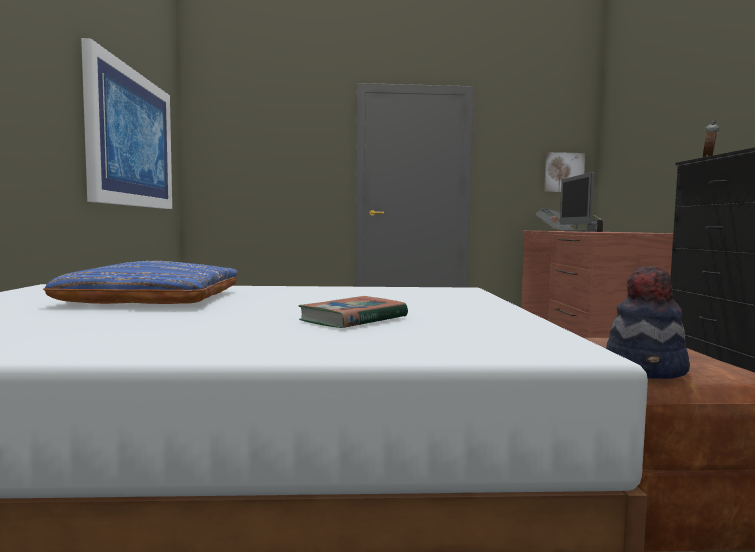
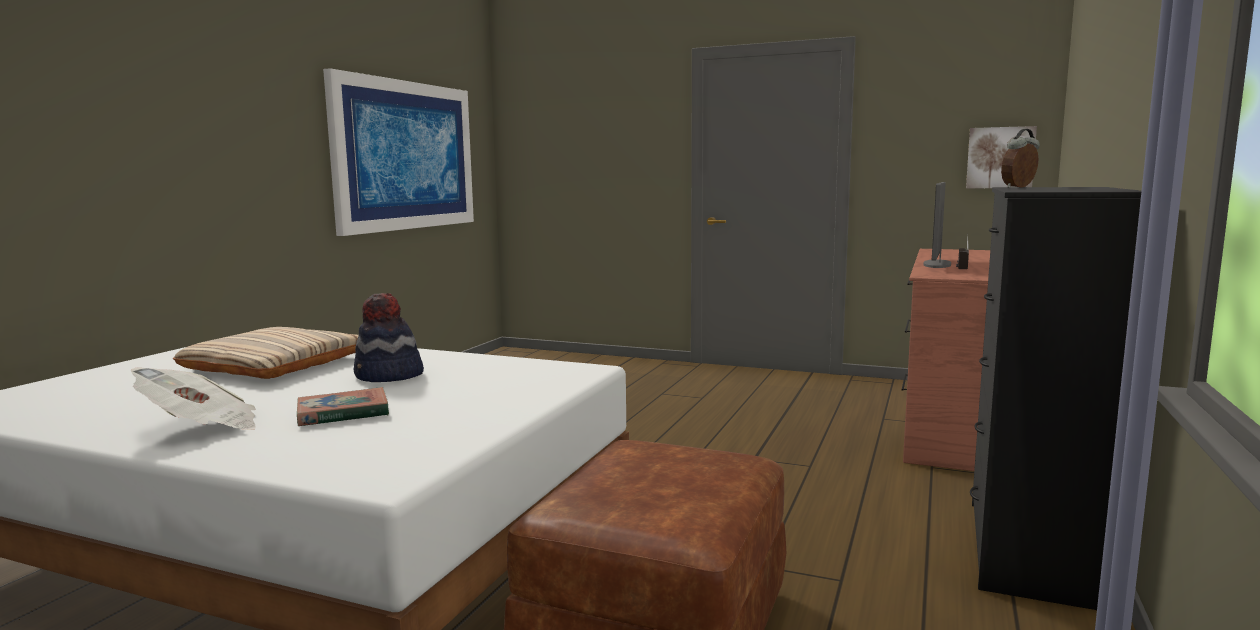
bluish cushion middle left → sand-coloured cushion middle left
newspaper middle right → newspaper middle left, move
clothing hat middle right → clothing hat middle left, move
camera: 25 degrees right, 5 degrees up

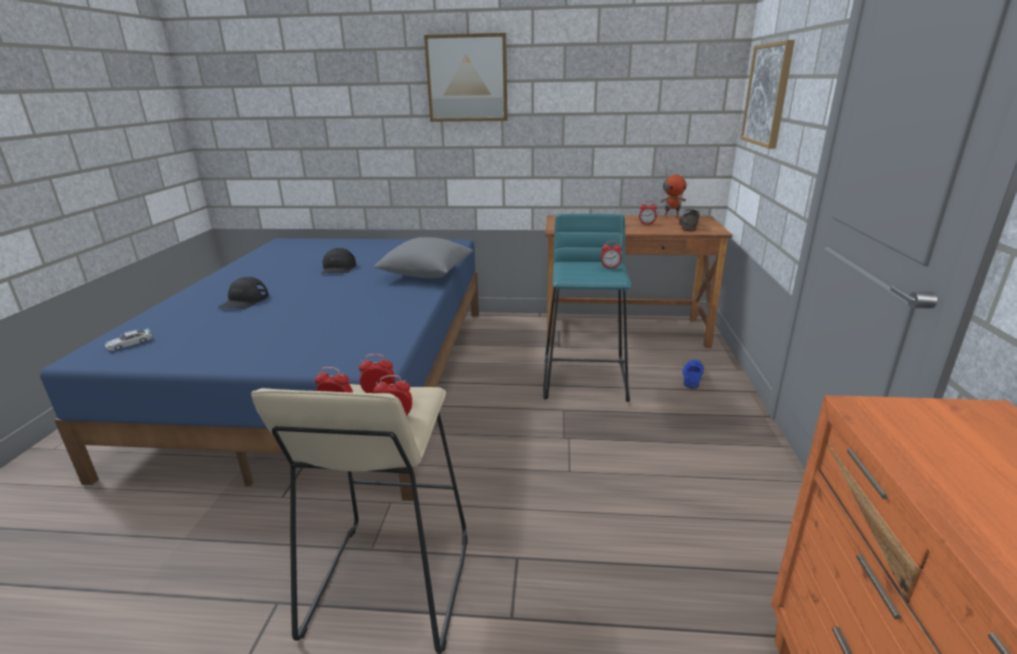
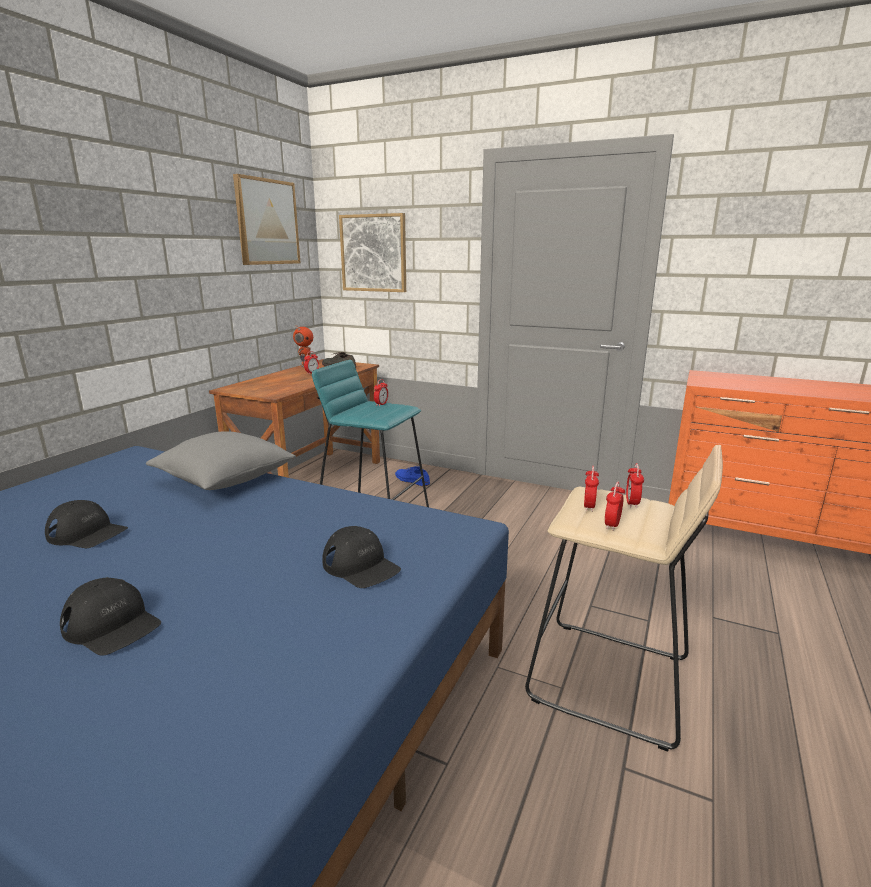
toy car middle left → -
picture (1st from left) top centre → picture (1st from left) top left, move
- → blackish cap (3rd from left) centre
camera: 70 degrees left, 5 degrees down

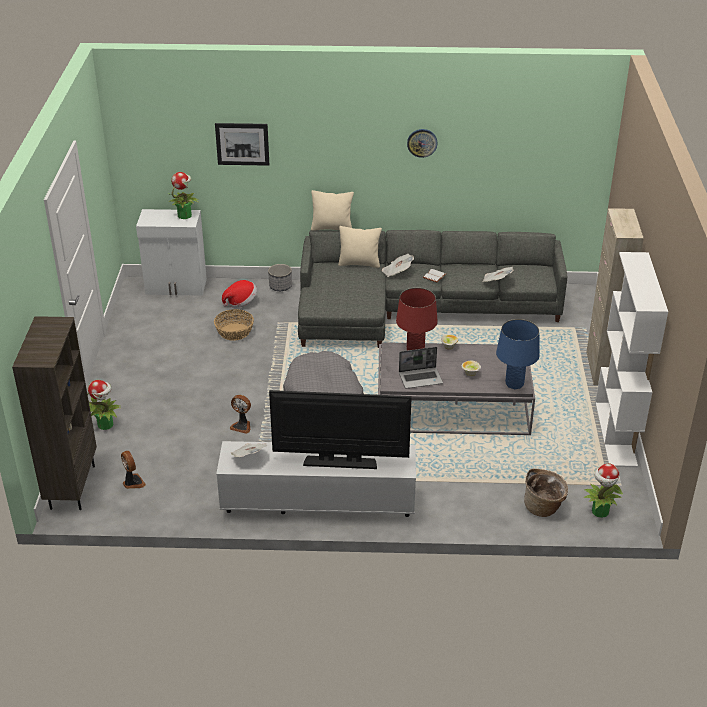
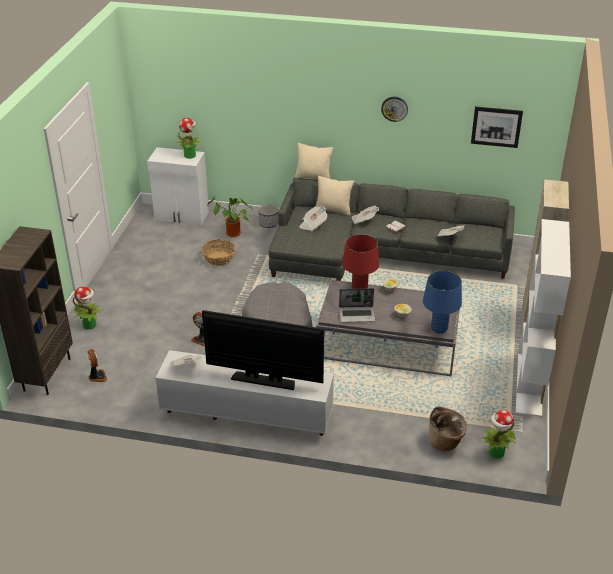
picture top centre → picture top right, move
clothing hat centre → potted plant (3rd from left) centre
- → newspaper (2nd from left) centre
camera: 10 degrees right, 0 degrees up

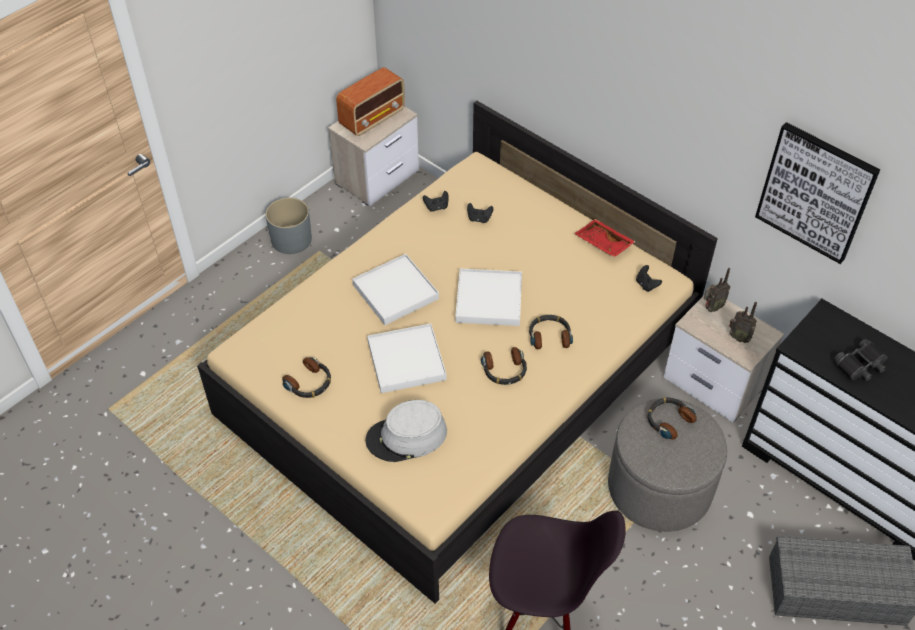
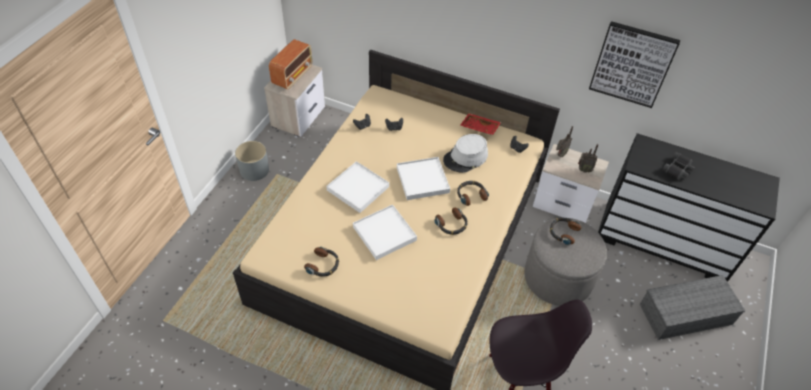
greyish clothing hat bottom centre → greyish clothing hat centre, move
camera: 20 degrees left, 0 degrees up

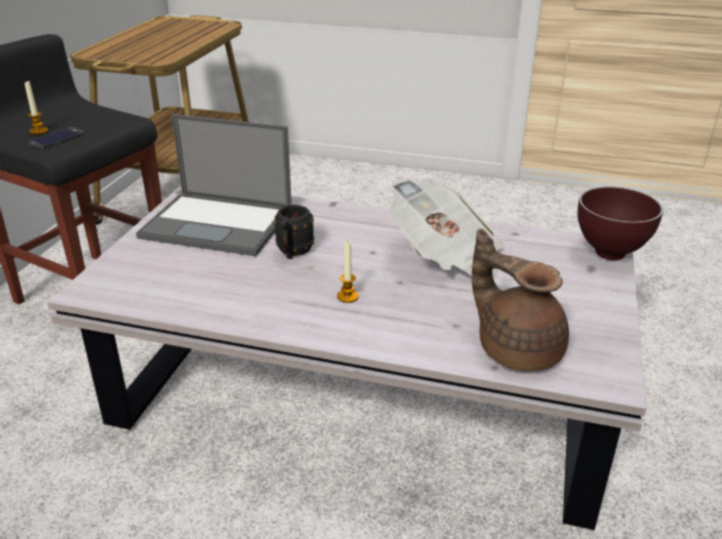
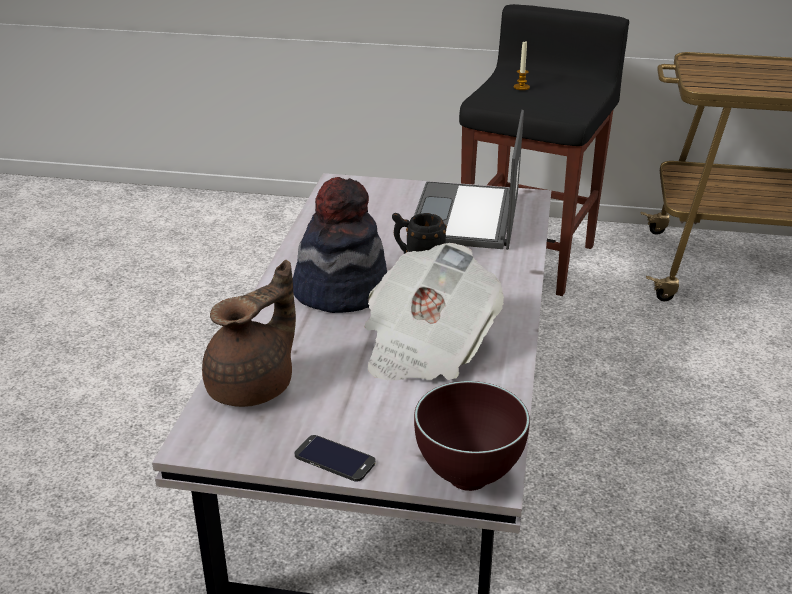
handset top left → handset bottom centre, move
wax light (2nd from left) centre → clothing hat centre
camera: 85 degrees right, 0 degrees up

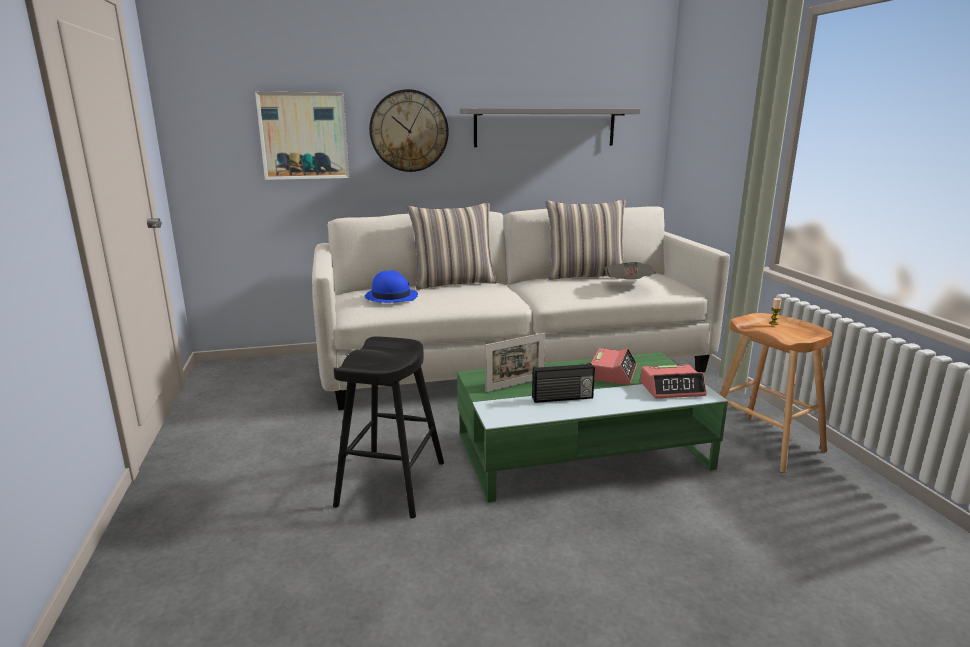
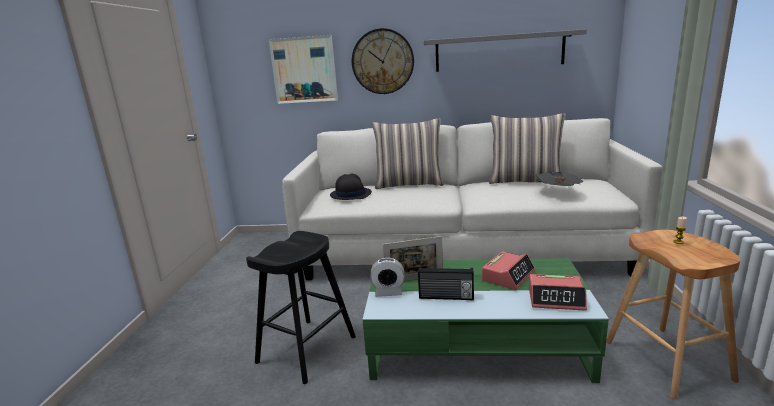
bluish clothing hat centre → blackish clothing hat centre
- → alarm clock (1st from left) bottom centre
camera: 20 degrees right, 0 degrees up

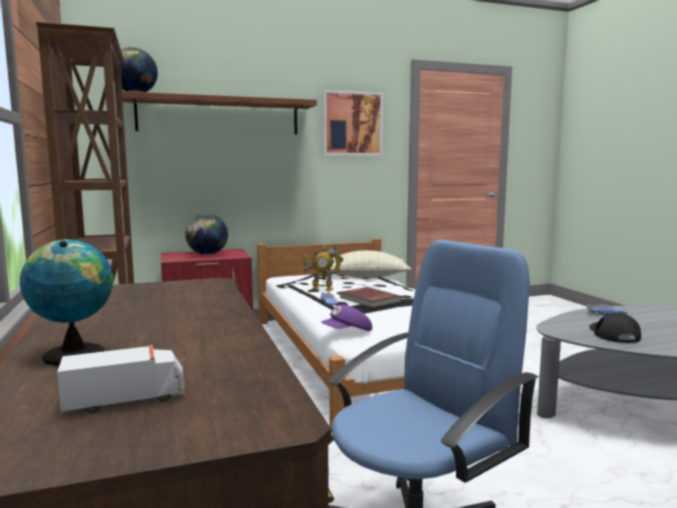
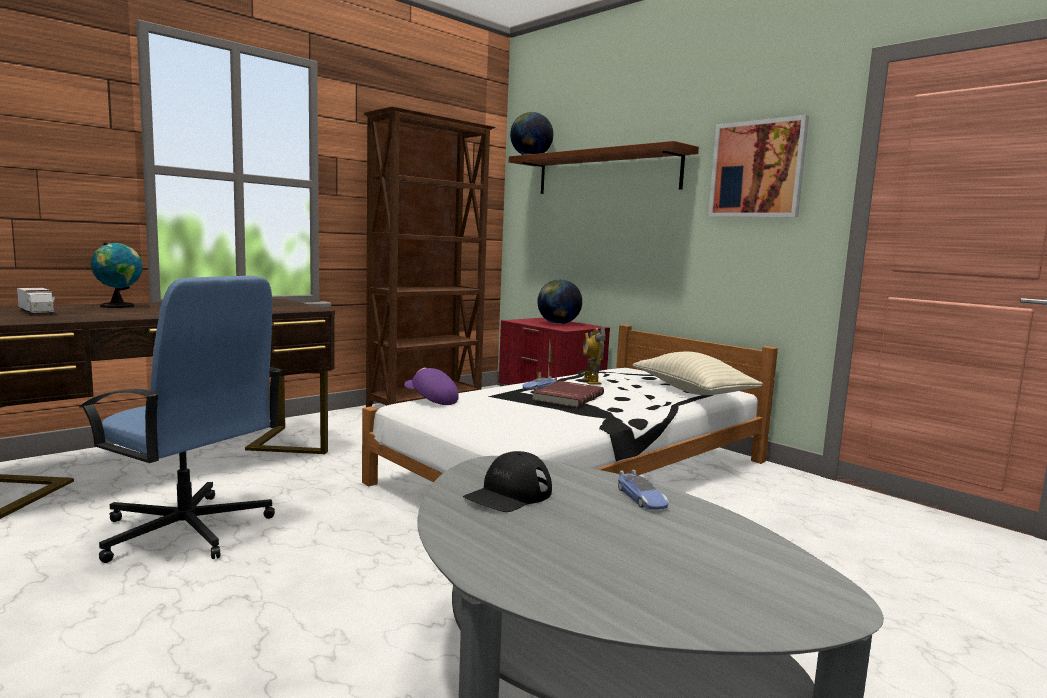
blackish cap middle right → blackish cap bottom centre, 150 degrees clockwise
camera: 65 degrees right, 0 degrees up

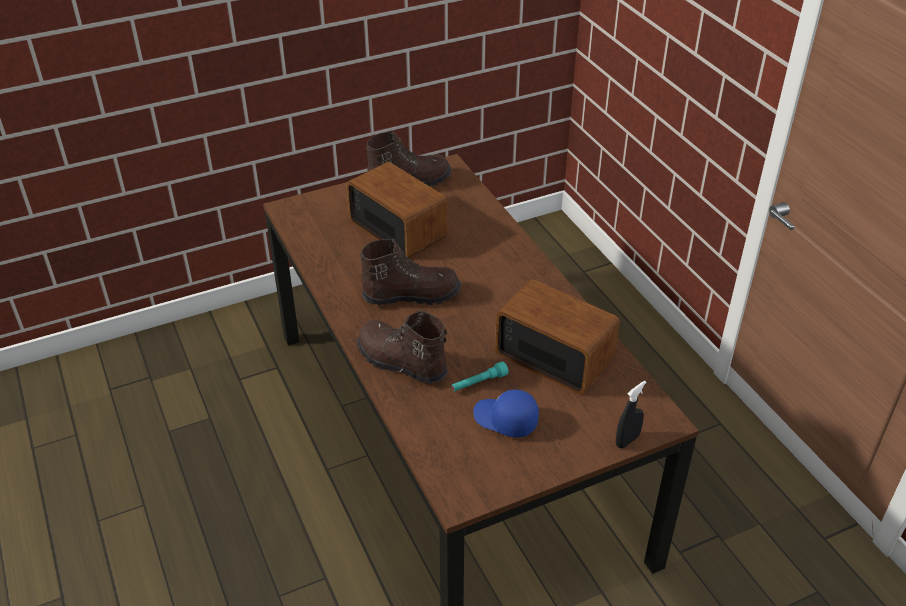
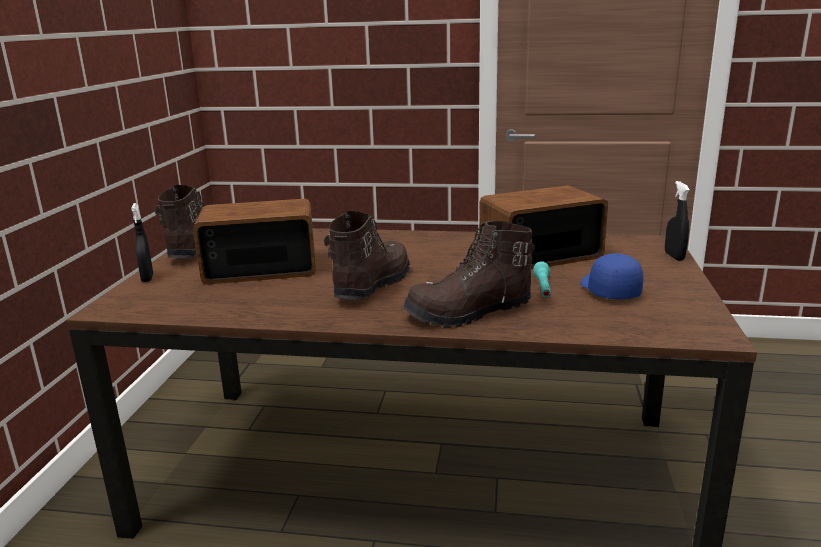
bluish cap bottom centre → bluish cap middle right, 105 degrees clockwise
- → blackish hand sprayer (1st from left) middle left
camera: 55 degrees left, 20 degrees down

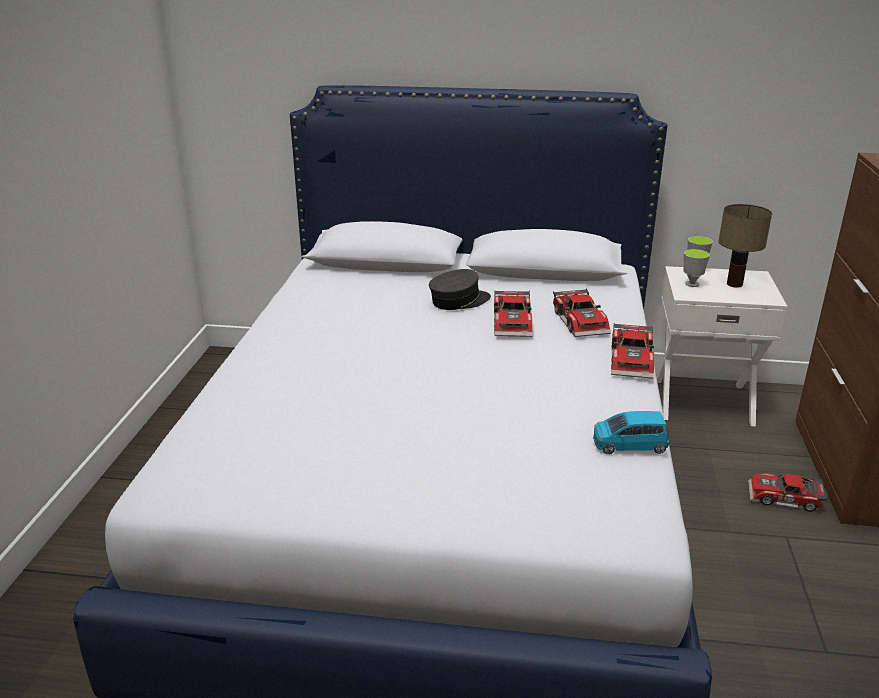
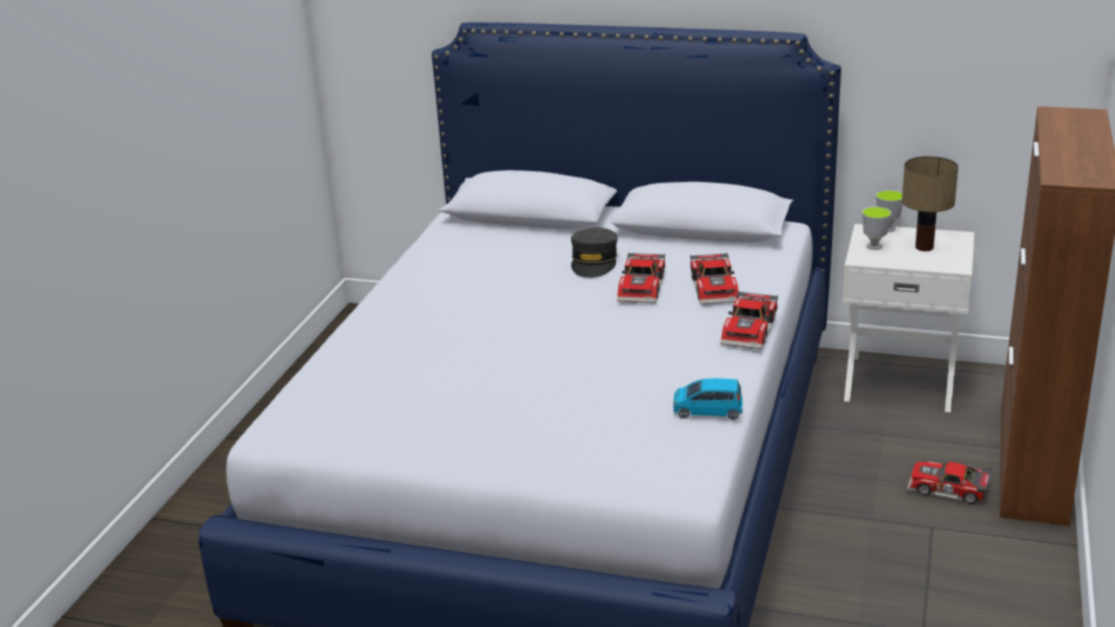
greyish cap centre, 120 degrees clockwise
camera: 10 degrees right, 0 degrees up

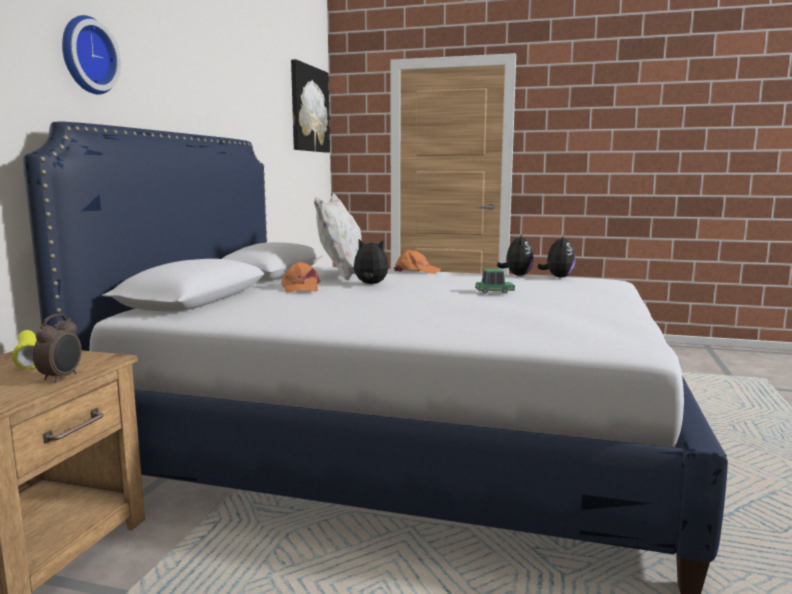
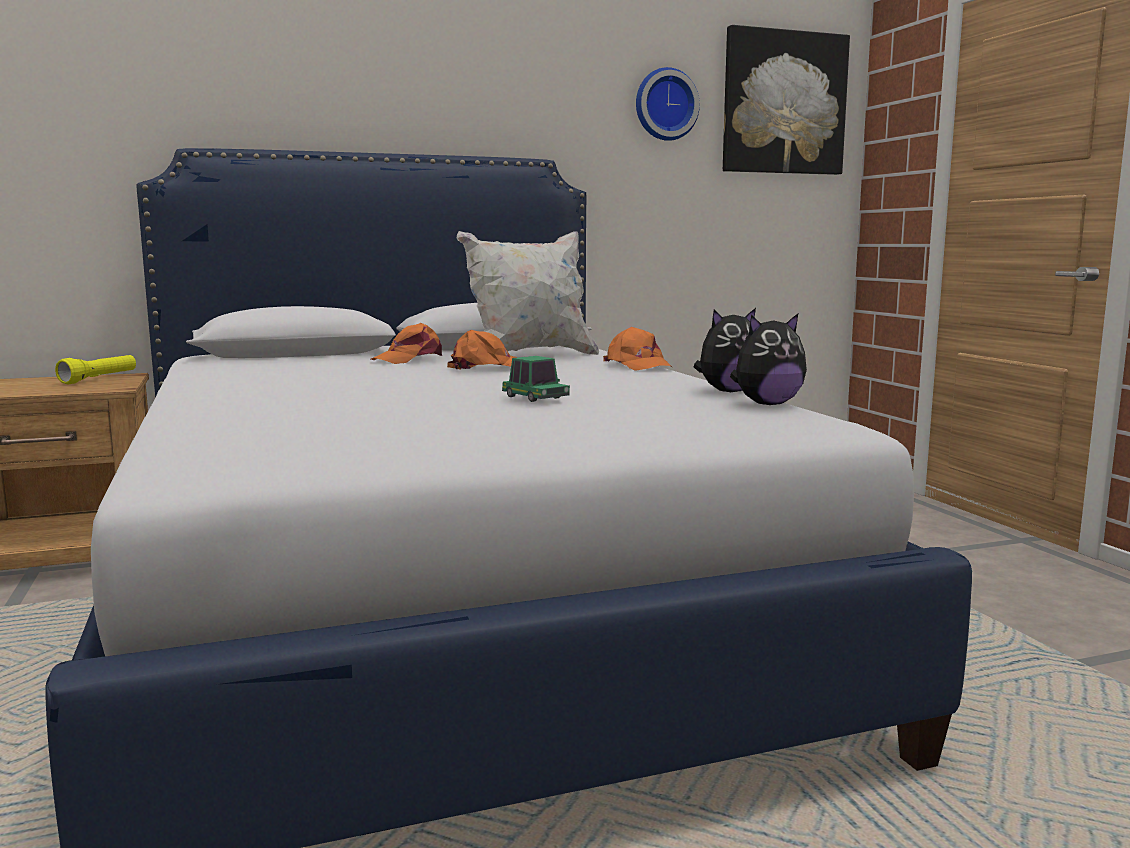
alarm clock middle left → -
clock on the wall top left → clock on the wall top centre, move
soft toy (1st from left) centre → orangey cap (2nd from left) centre
camera: 55 degrees right, 0 degrees up

